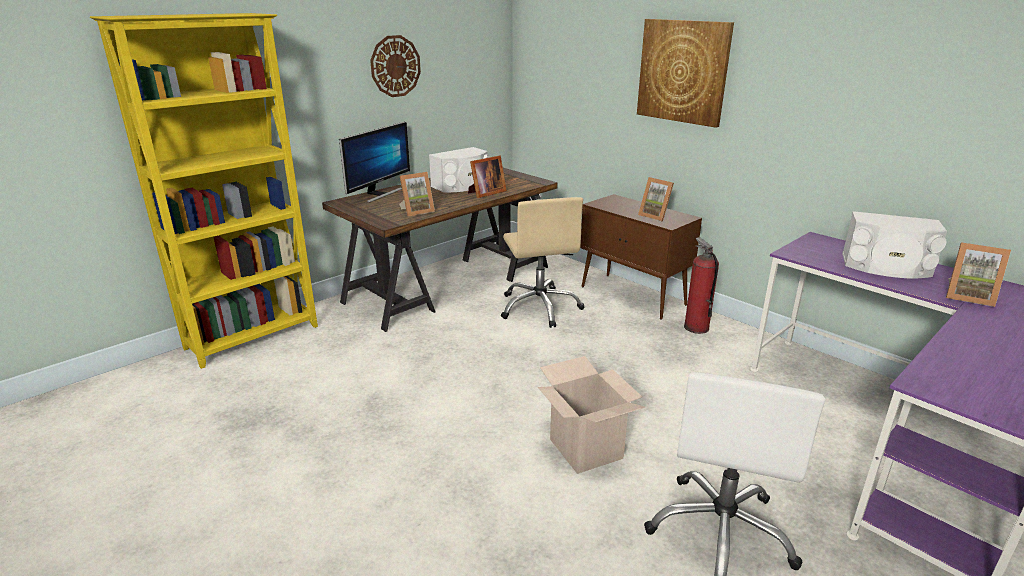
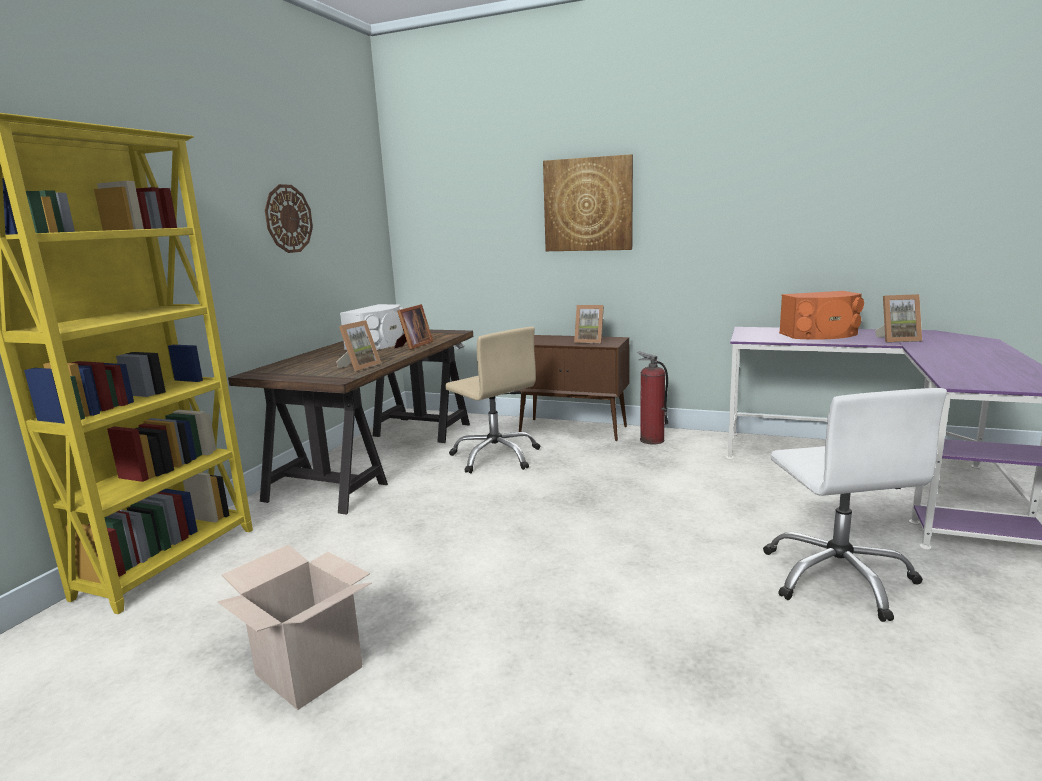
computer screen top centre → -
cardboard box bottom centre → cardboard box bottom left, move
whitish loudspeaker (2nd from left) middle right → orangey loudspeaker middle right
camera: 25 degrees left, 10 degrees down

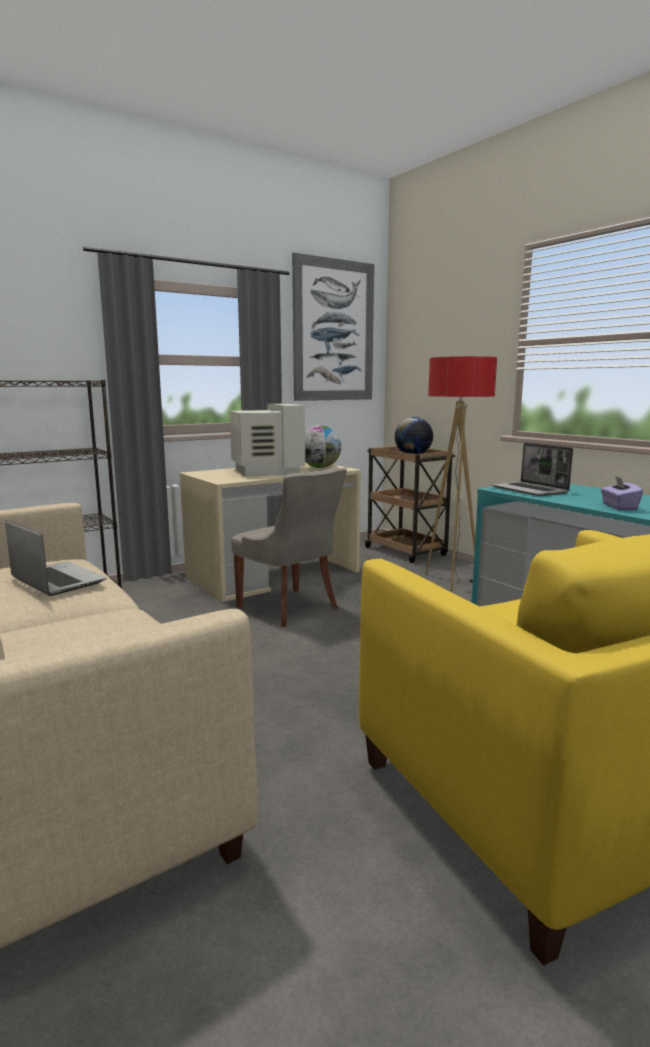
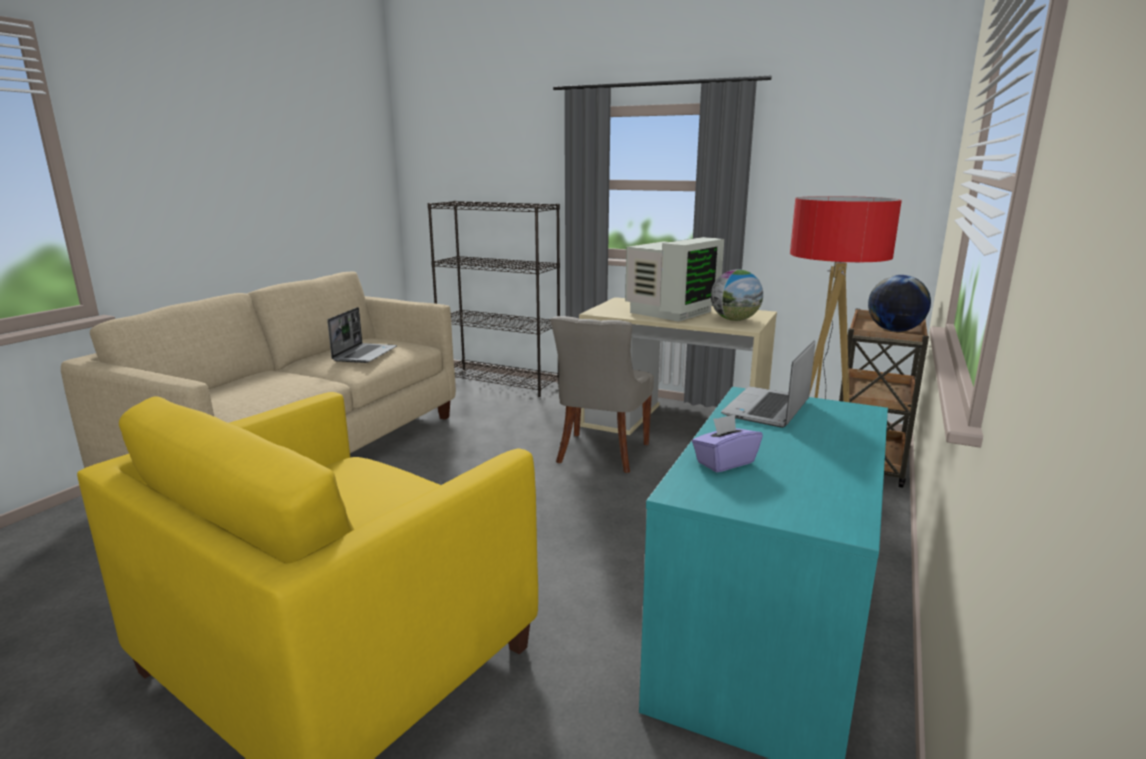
picture top centre → -
camera: 60 degrees right, 5 degrees up

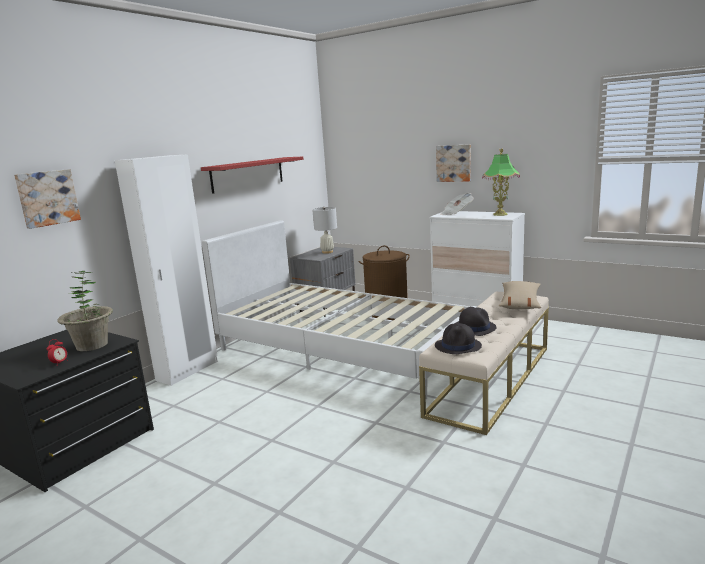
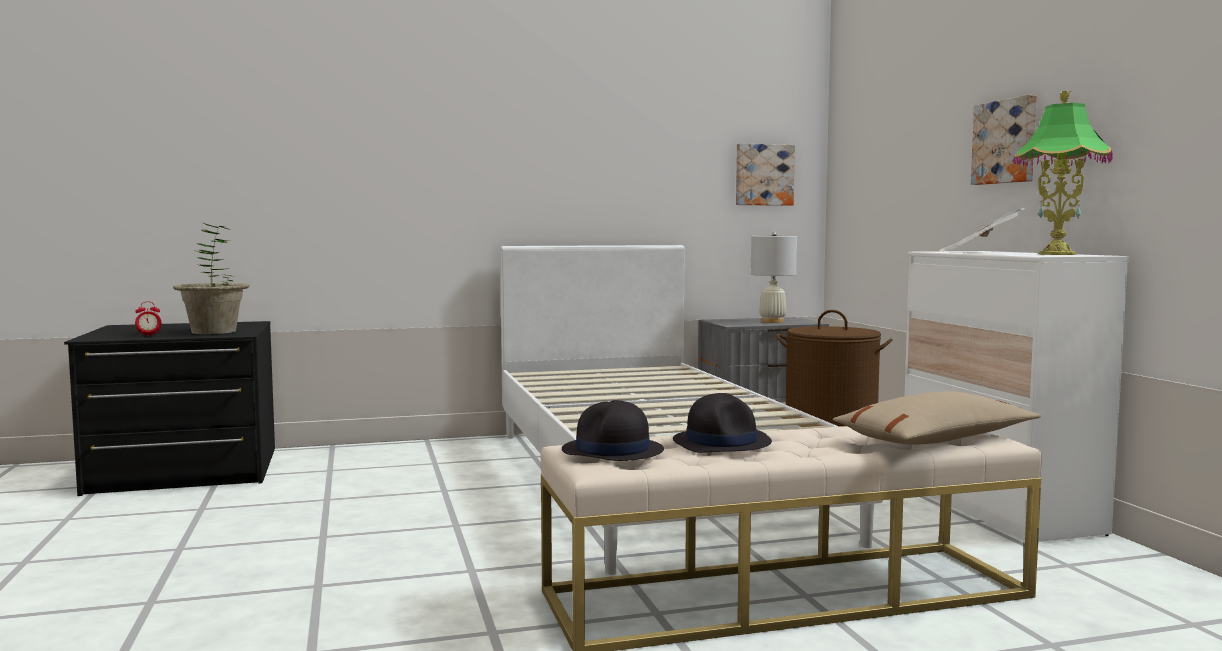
picture (1st from left) middle left → picture (1st from left) top centre, move
whitish clothes cupboard middle left → -
reddish bracket shelf top centre → -
camera: 40 degrees right, 10 degrees down

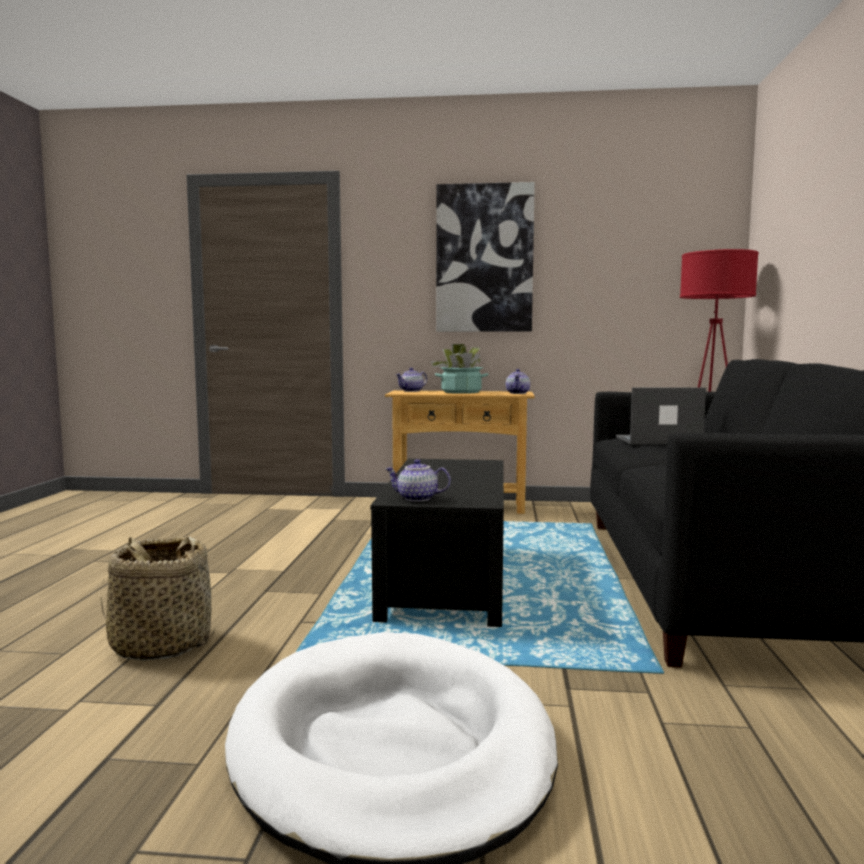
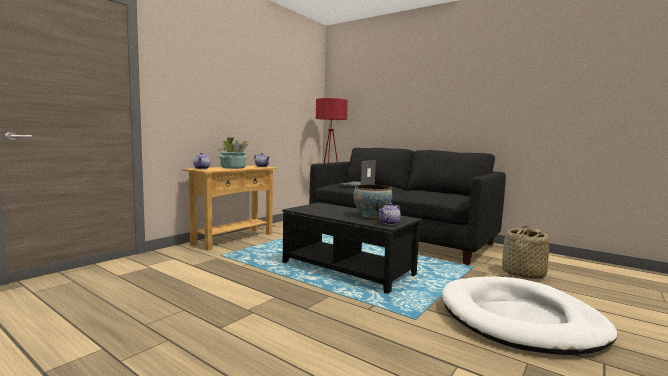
storage basket bottom left → storage basket bottom right, move
picture top centre → -
- → bowl centre
camera: 60 degrees left, 0 degrees up

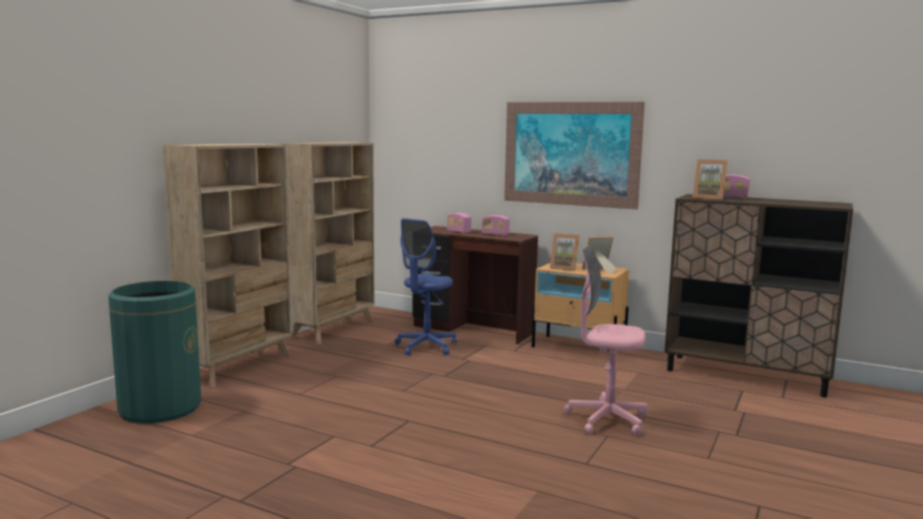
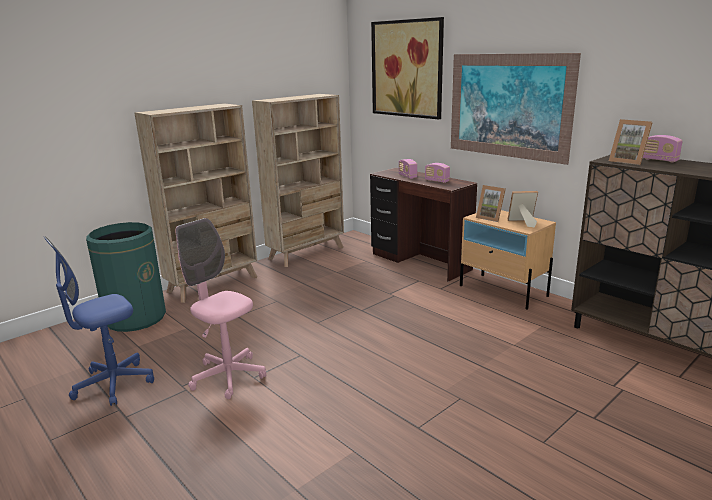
bluish computer chair centre → bluish computer chair middle left, move
pinkish computer chair centre → pinkish computer chair middle left, move
- → picture (1st from left) top centre
camera: 20 degrees right, 10 degrees up

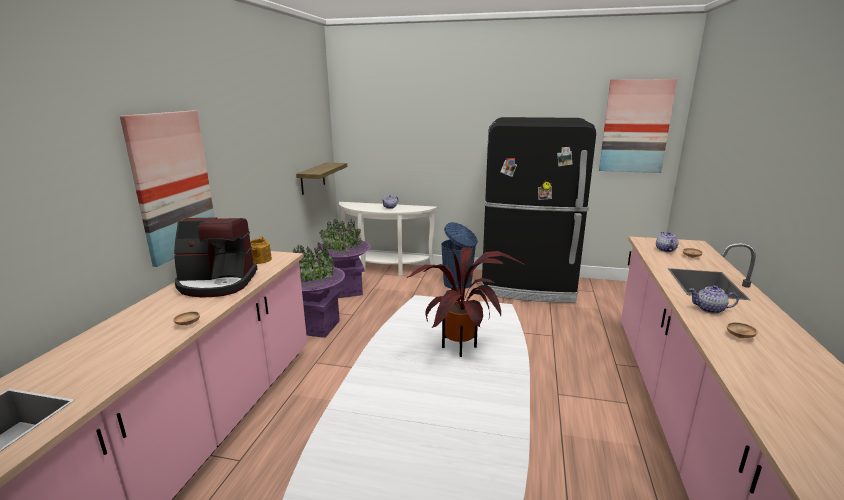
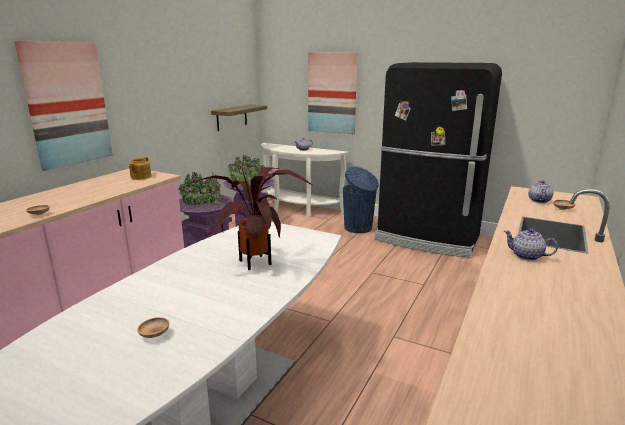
coffee maker middle left → -
picture (2nd from left) top right → picture (2nd from left) top centre, move
brown bowl (3rd from left in the first image) middle right → brown bowl (2nd from left) bottom left, move
camera: 15 degrees right, 0 degrees up

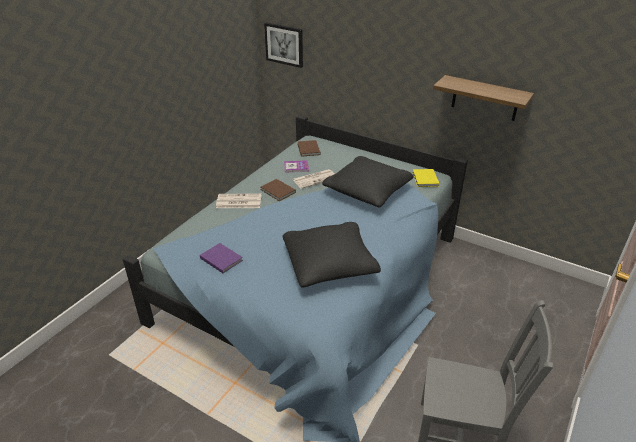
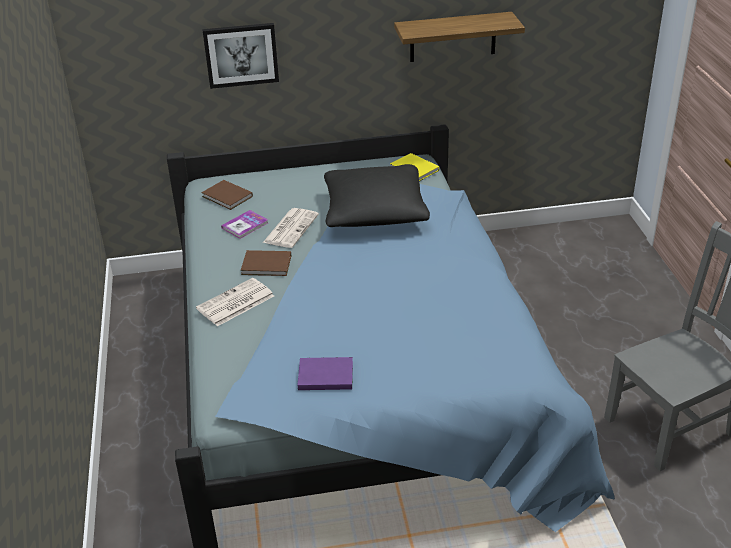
picture top centre → picture top left, move
blackish cushion (1st from left) centre → -
camera: 40 degrees left, 0 degrees up

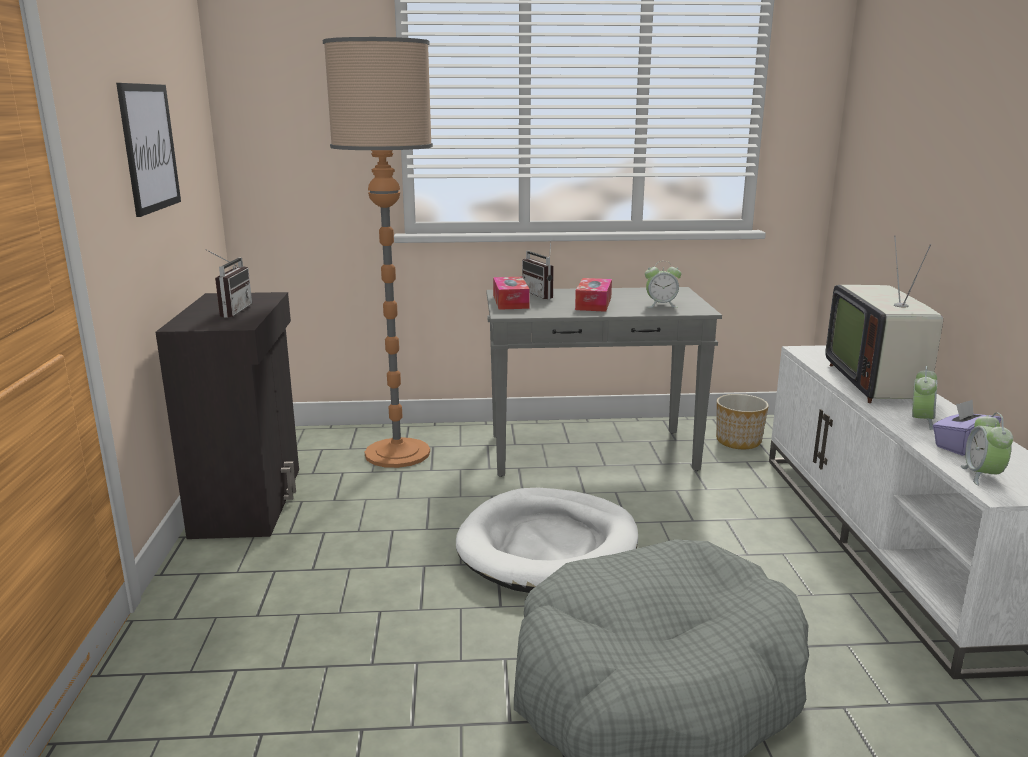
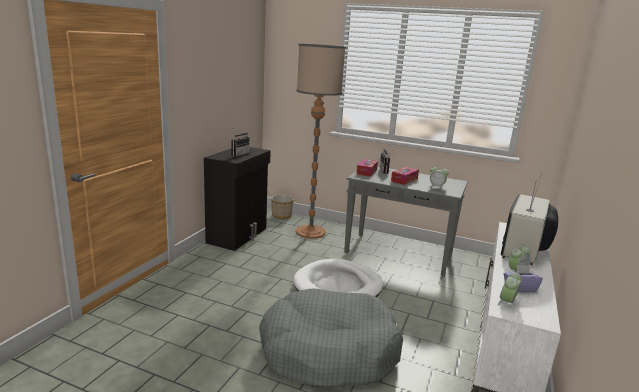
picture top left → -
plant pot middle right → plant pot centre, move
camera: 25 degrees right, 0 degrees up

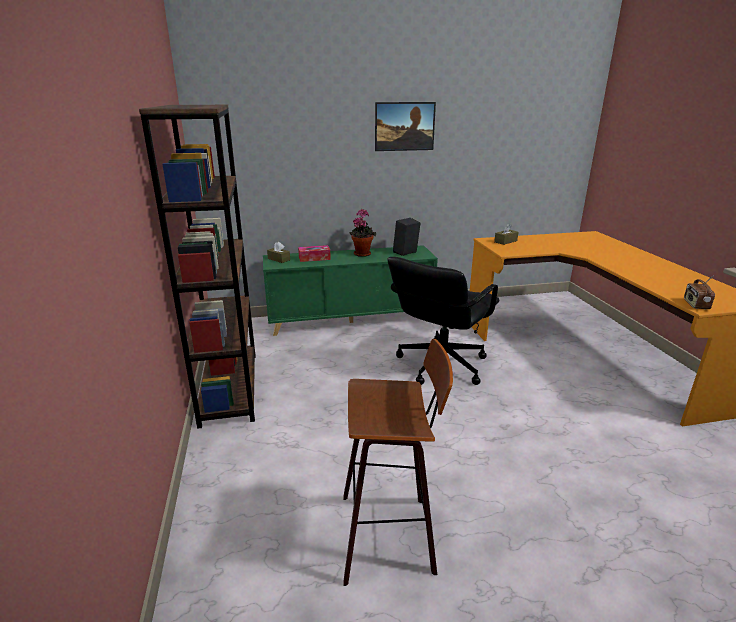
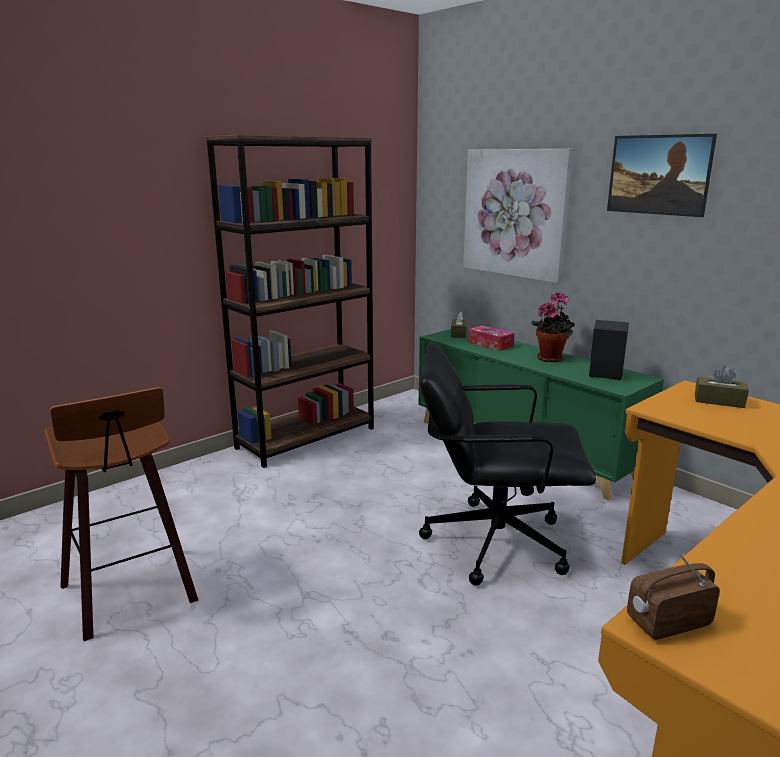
- → picture (1st from left) top centre
camera: 60 degrees right, 5 degrees down

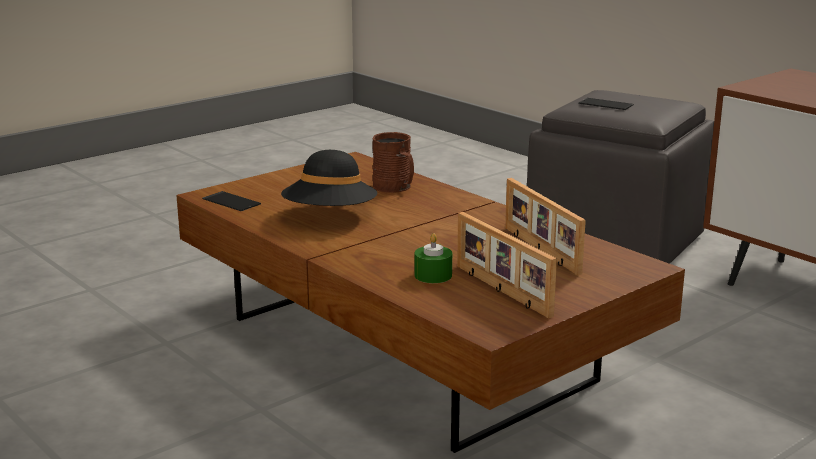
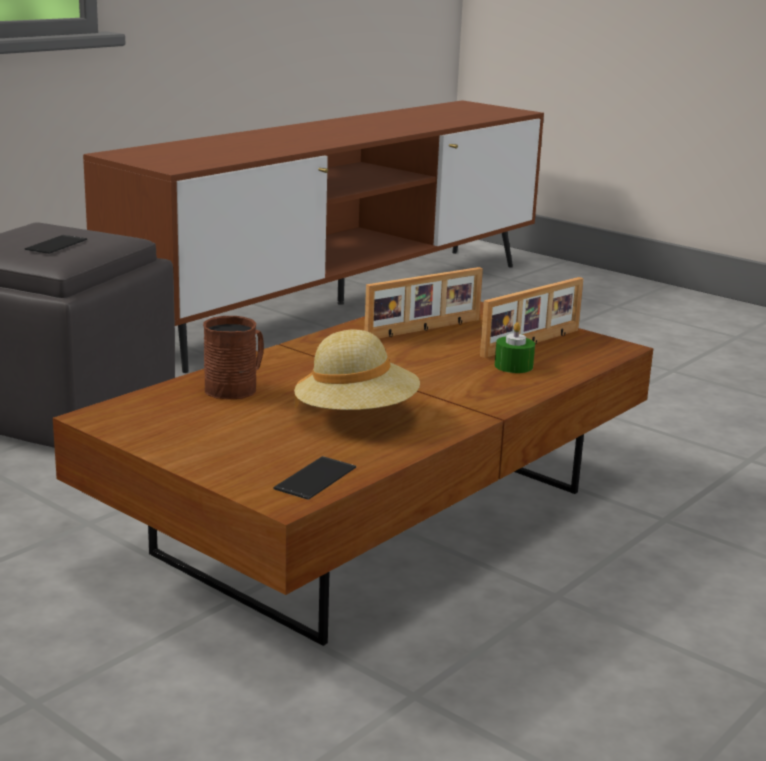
blackish clothing hat centre → sand-coloured clothing hat centre
camera: 100 degrees left, 0 degrees up

